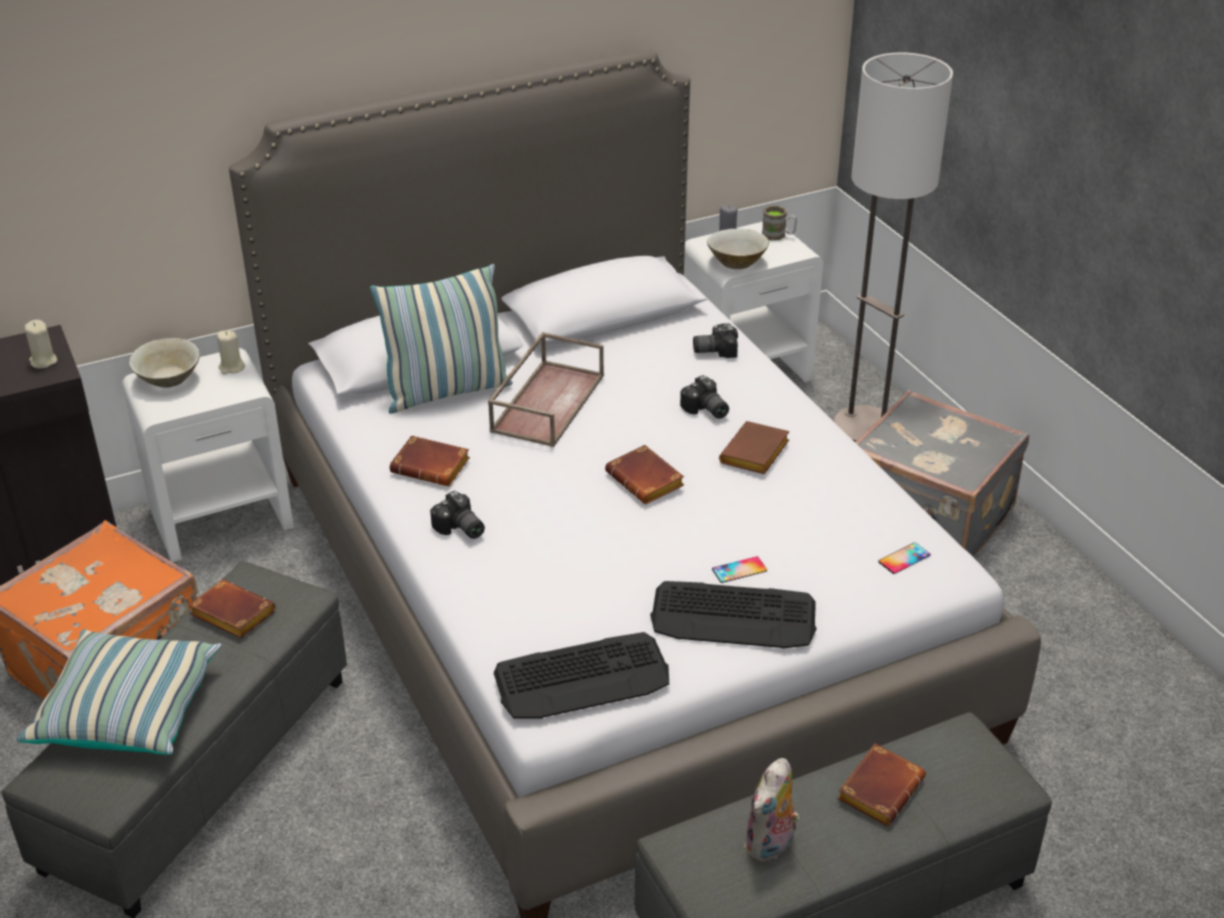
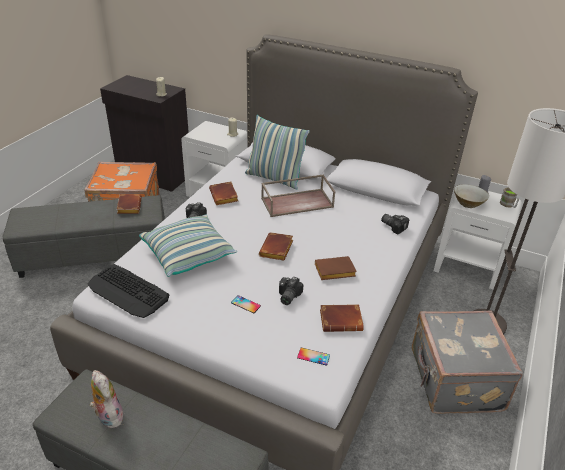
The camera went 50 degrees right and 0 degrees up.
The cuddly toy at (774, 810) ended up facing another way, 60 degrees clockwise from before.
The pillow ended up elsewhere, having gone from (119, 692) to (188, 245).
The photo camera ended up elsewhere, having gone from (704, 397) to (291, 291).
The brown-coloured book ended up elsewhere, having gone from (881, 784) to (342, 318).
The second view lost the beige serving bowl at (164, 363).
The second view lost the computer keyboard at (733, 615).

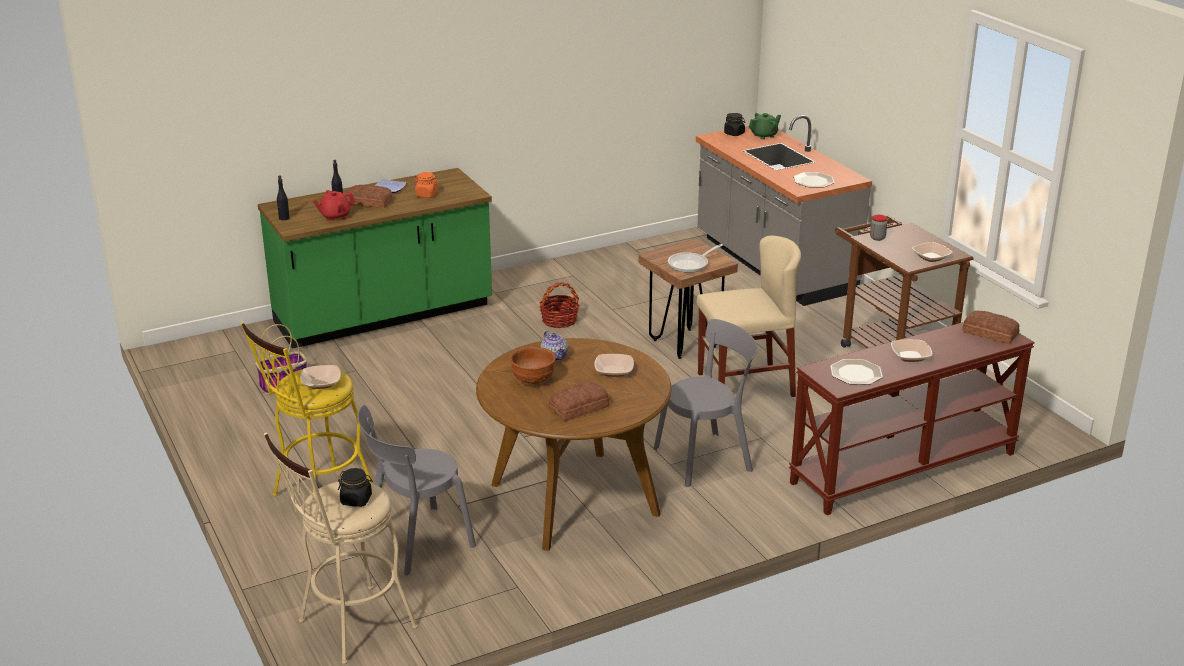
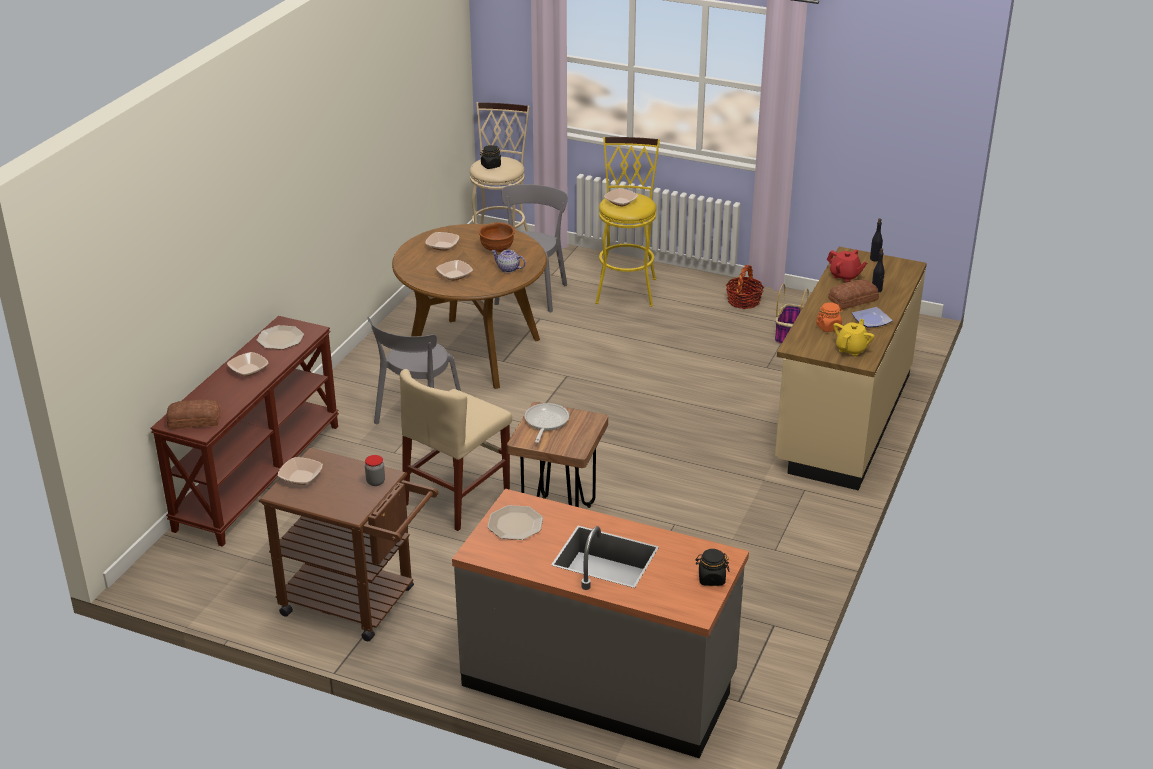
The camera went 140 degrees right and 5 degrees up.
Where the baked bread stood at (579, 401), the serving bowl came to stand at (442, 241).
The storage basket ended up elsewhere, having gone from (559, 305) to (745, 287).
What was the greenish counter at (375, 258) turned into the beige counter at (851, 369).
The red-coloured pot for tea at (334, 205) ended up facing another way, 105 degrees clockwise from before.
The second view gained the yellow pot for tea at (853, 337).
The second view lost the greenish pot for tea at (765, 126).

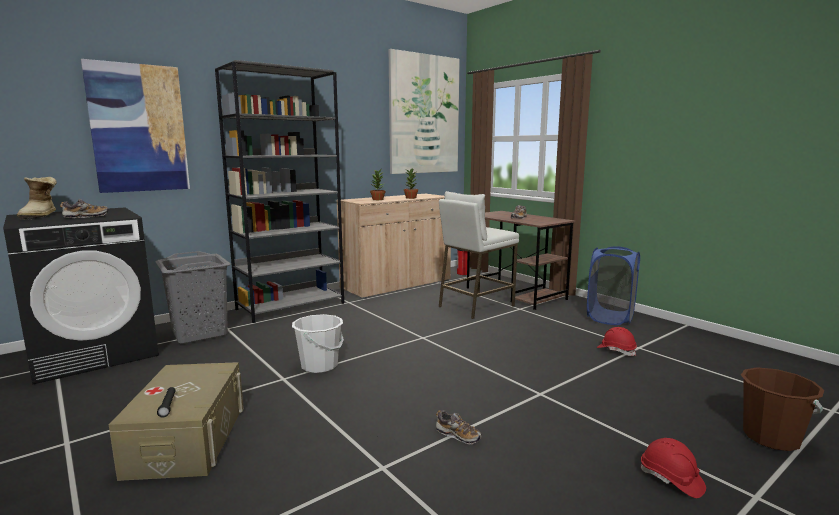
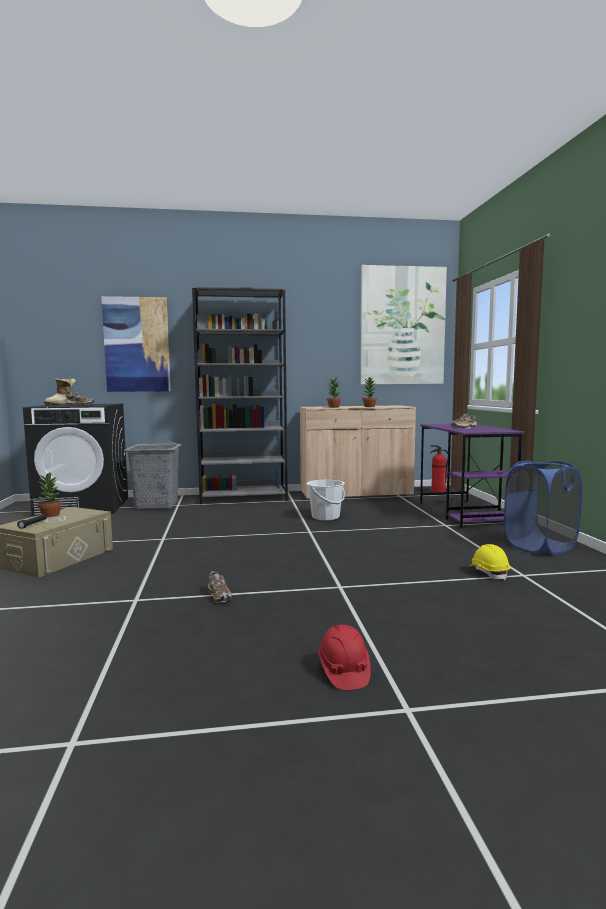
The camera went 30 degrees right and 5 degrees down.
The second view gained the potted plant at (50, 494).
The white-coloured water bucket ended up elsewhere, having gone from (318, 343) to (326, 500).
What was the brown-coloured desk at (521, 260) turned into the purple-coloured desk at (472, 476).
What was the red-coloured hard hat at (617, 341) turned into the yellow hard hat at (489, 562).
The second view lost the white-coloured stool seat at (479, 255).
The second view lost the brown-coloured water bucket at (782, 409).

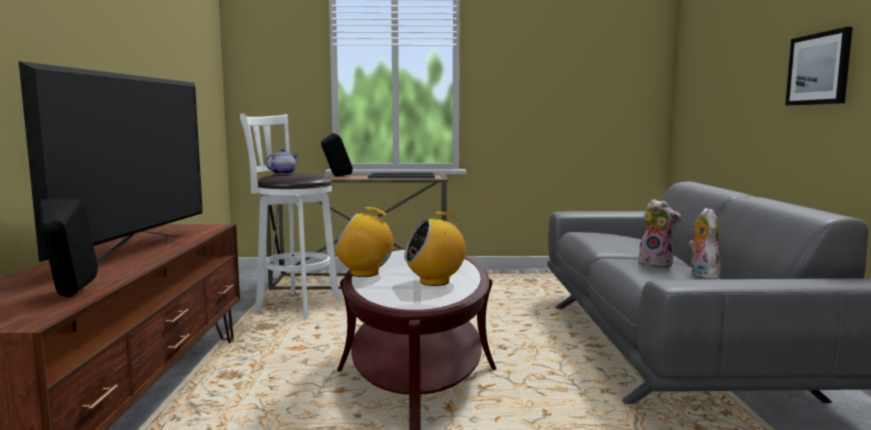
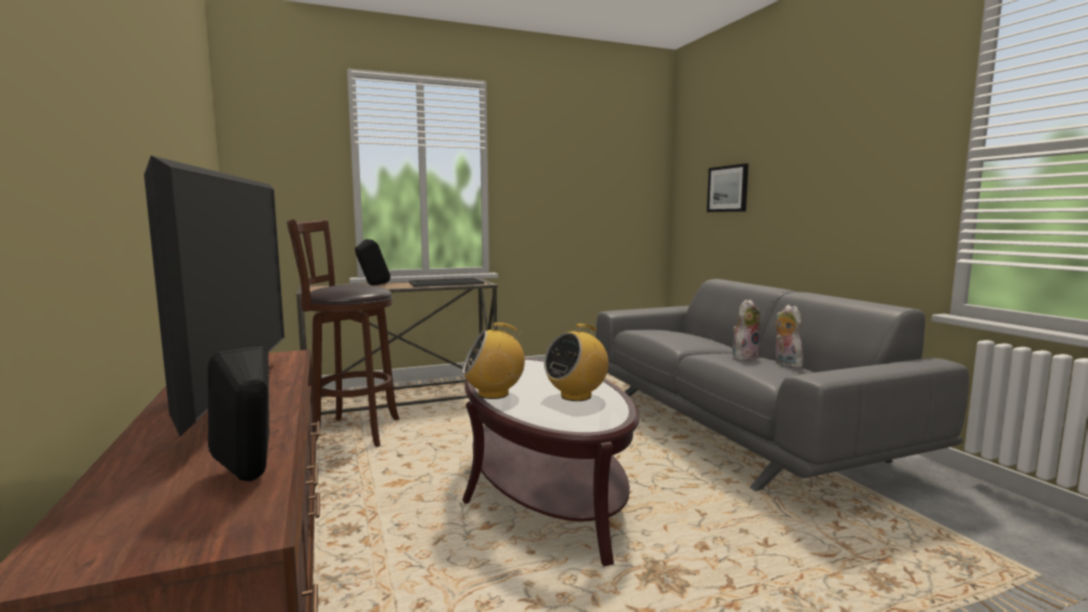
The camera went 20 degrees left and 0 degrees up.
What was the white-coloured stool seat at (291, 216) turned into the brown-coloured stool seat at (343, 333).
The wall art ended up elsewhere, having gone from (819, 66) to (728, 187).
The cuddly toy at (658, 233) ended up facing another way, 60 degrees counterclockwise from before.
The second view lost the pot for tea at (282, 161).

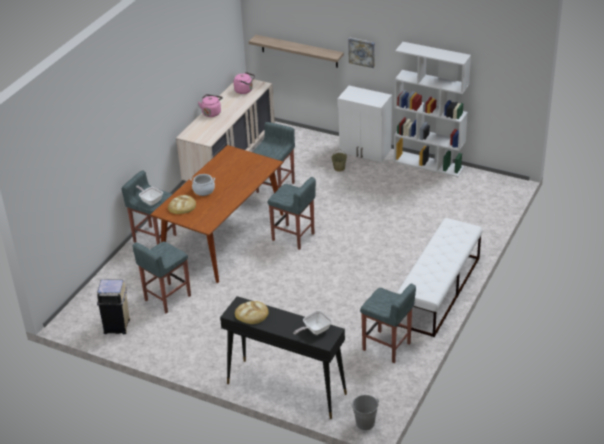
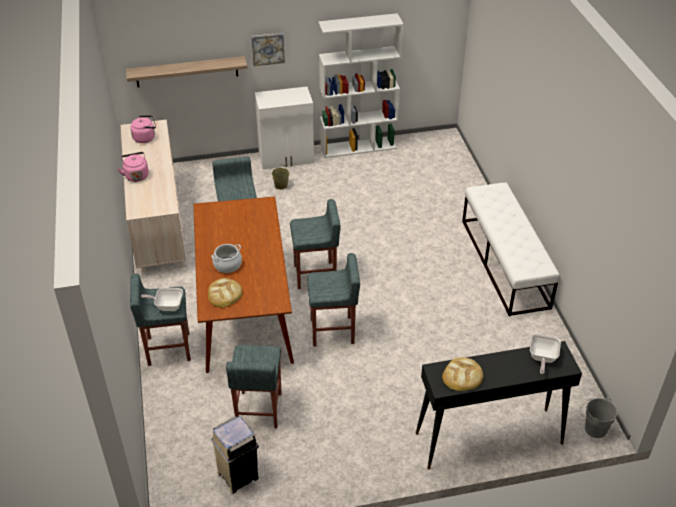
The camera went 40 degrees left and 5 degrees up.
The grey stool seat ended up elsewhere, having gone from (388, 323) to (333, 300).

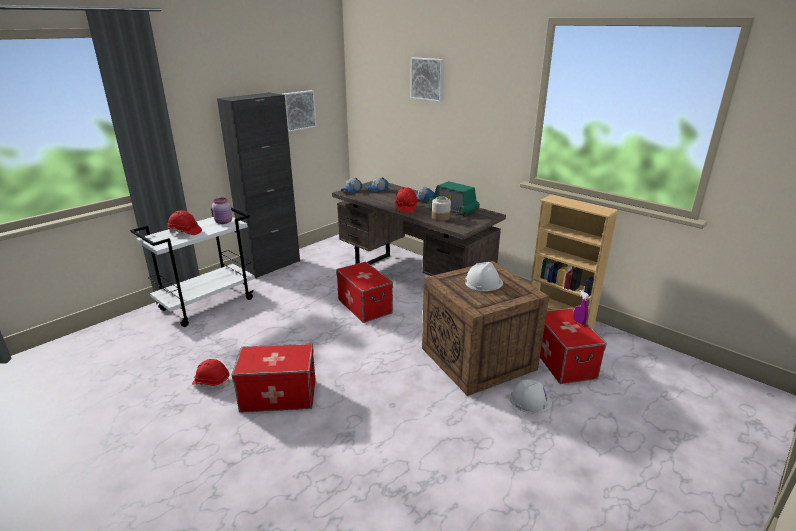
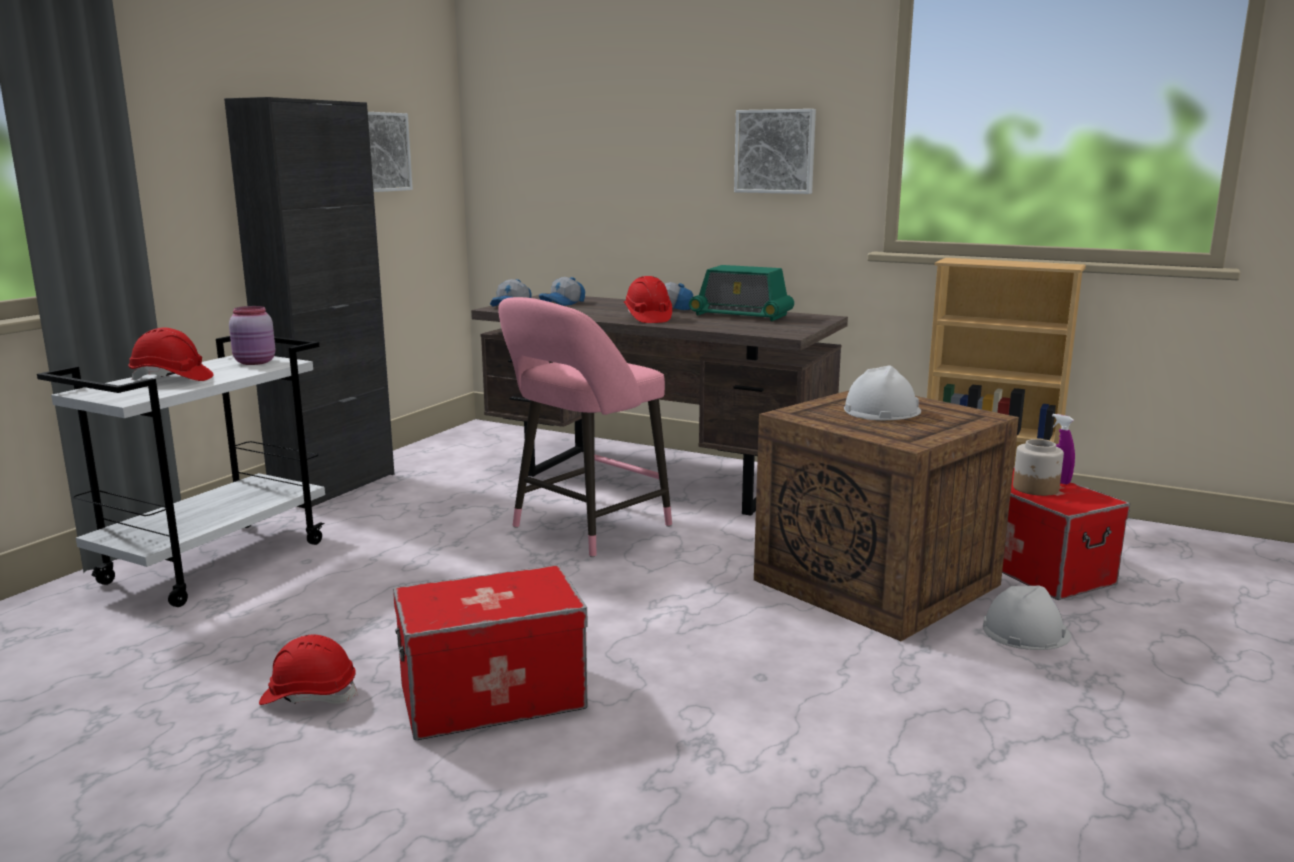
The camera went 15 degrees left and 10 degrees down.
Where the storage container stood at (364, 292), the pink stool seat came to stand at (585, 427).
The wall art ended up elsewhere, having gone from (427, 79) to (775, 151).
The jar ended up elsewhere, having gone from (441, 208) to (1038, 467).

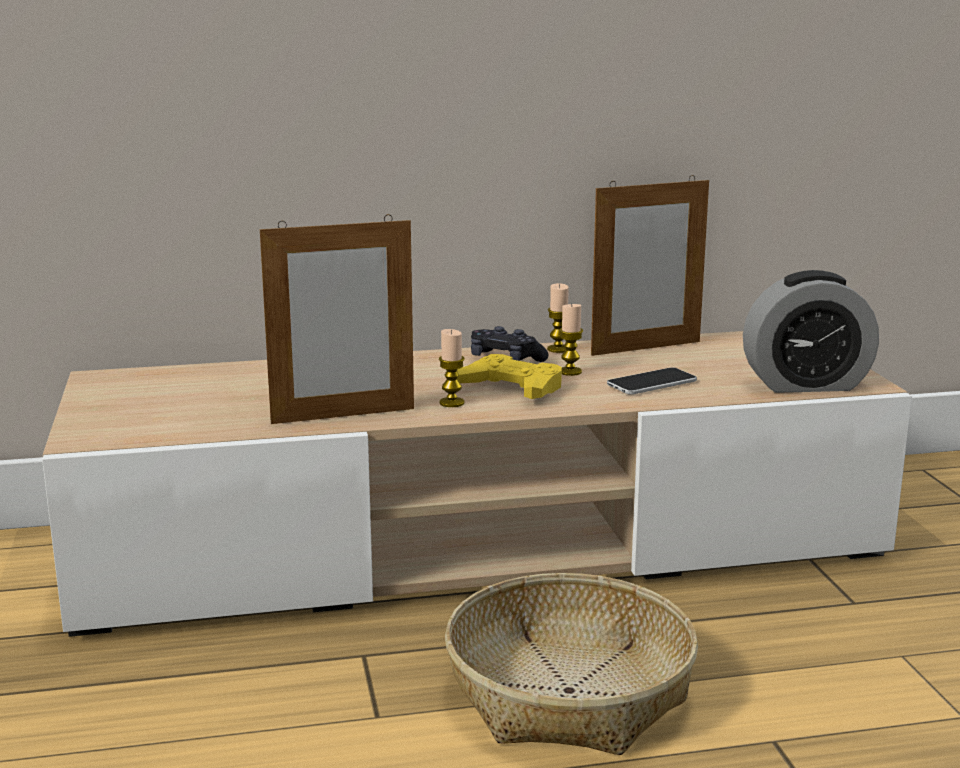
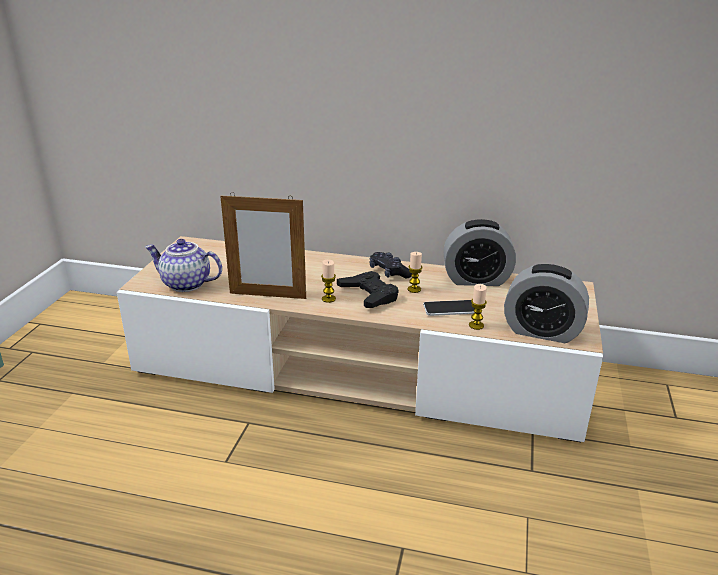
The camera went 25 degrees right and 10 degrees up.
The second view gained the pot for tea at (183, 265).
What was the yellow game controller at (509, 376) turned into the black-coloured game controller at (368, 289).
Where the standing frame stood at (650, 265), the bedside clock came to stand at (479, 252).
The wax candle ended up elsewhere, having gone from (558, 318) to (478, 307).
The second view lost the storage basket at (571, 664).

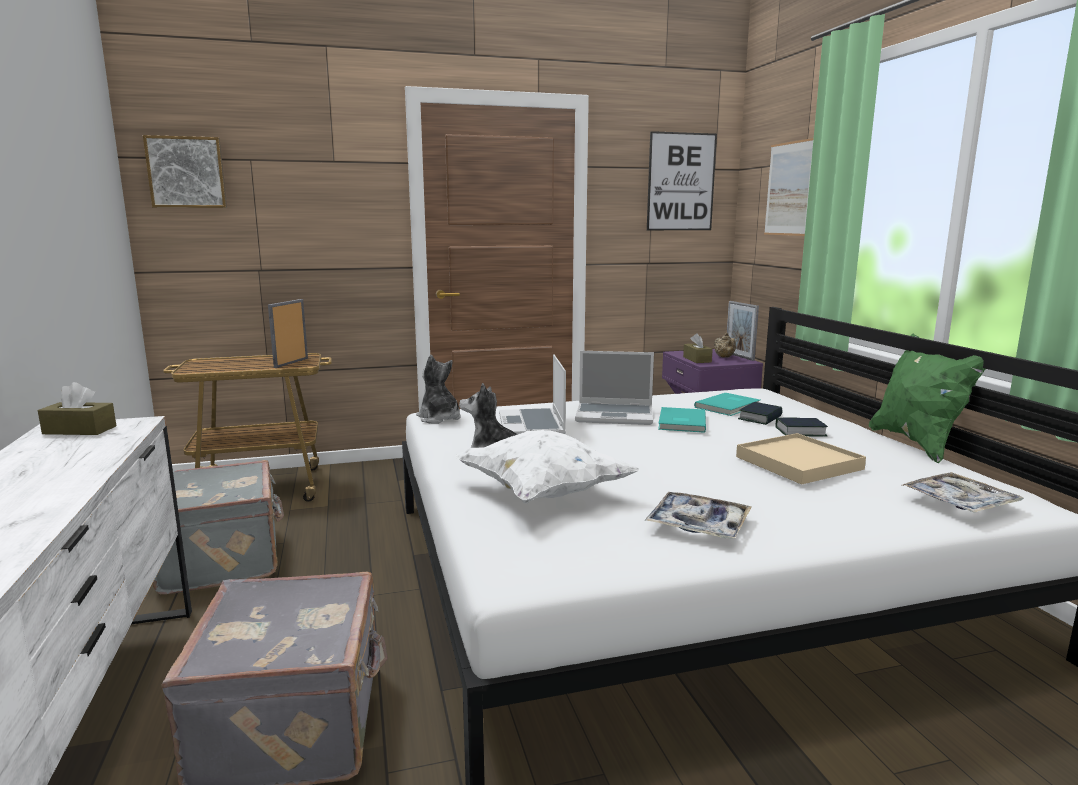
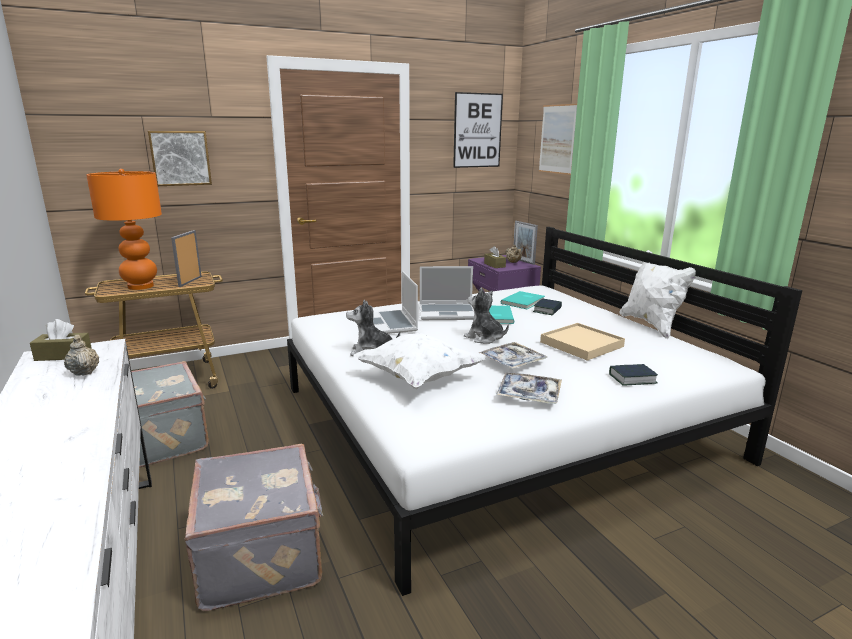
The camera went 10 degrees left and 5 degrees up.
The second view gained the beige pot for tea at (81, 355).
The second view gained the orange-coloured lamp for a table at (124, 229).
The wall art ended up elsewhere, having gone from (185, 171) to (180, 158).
The cuddly toy ended up elsewhere, having gone from (438, 389) to (486, 316).
The carrying tray ended up elsewhere, having gone from (963, 492) to (513, 355).
The book ended up elsewhere, having gone from (802, 427) to (633, 375).
What was the greenish pillow at (930, 398) turned into the white-coloured pillow at (660, 294).

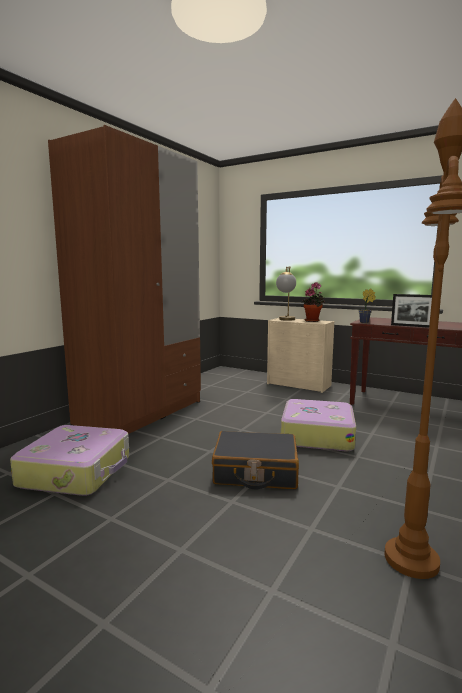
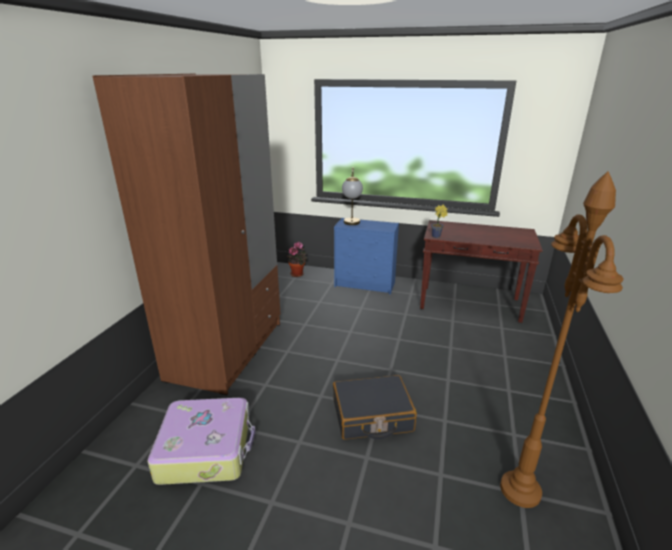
The camera went 15 degrees left and 15 degrees up.
The potted plant ended up elsewhere, having gone from (314, 302) to (297, 259).
What was the beige drawer chest at (300, 355) turned into the bluish drawer chest at (366, 256).
The second view lost the suitcase at (318, 425).
The second view lost the standing frame at (411, 311).

